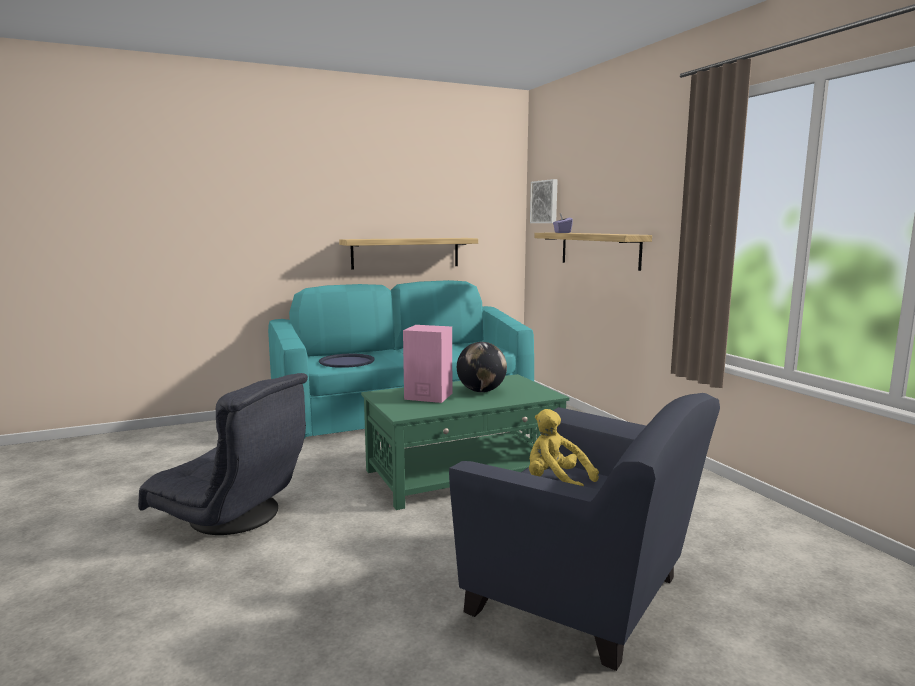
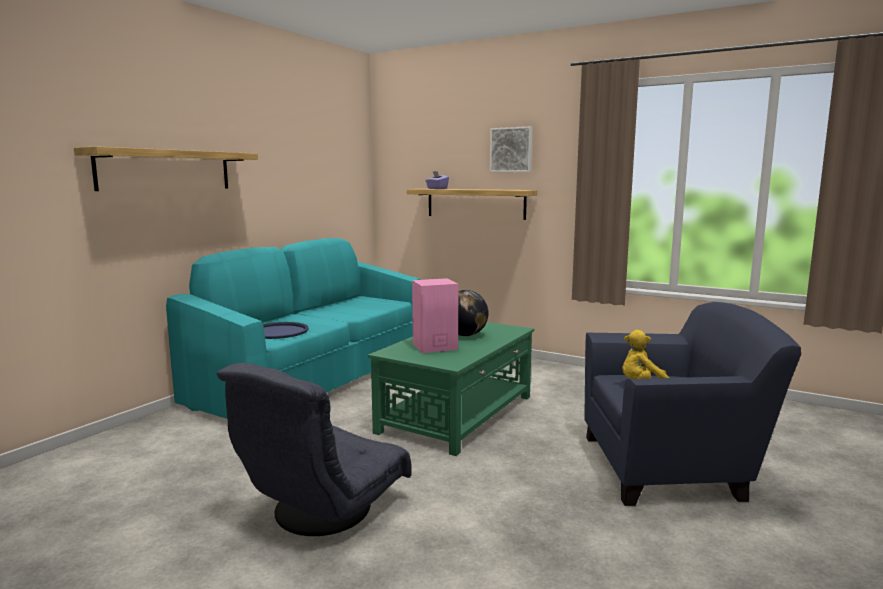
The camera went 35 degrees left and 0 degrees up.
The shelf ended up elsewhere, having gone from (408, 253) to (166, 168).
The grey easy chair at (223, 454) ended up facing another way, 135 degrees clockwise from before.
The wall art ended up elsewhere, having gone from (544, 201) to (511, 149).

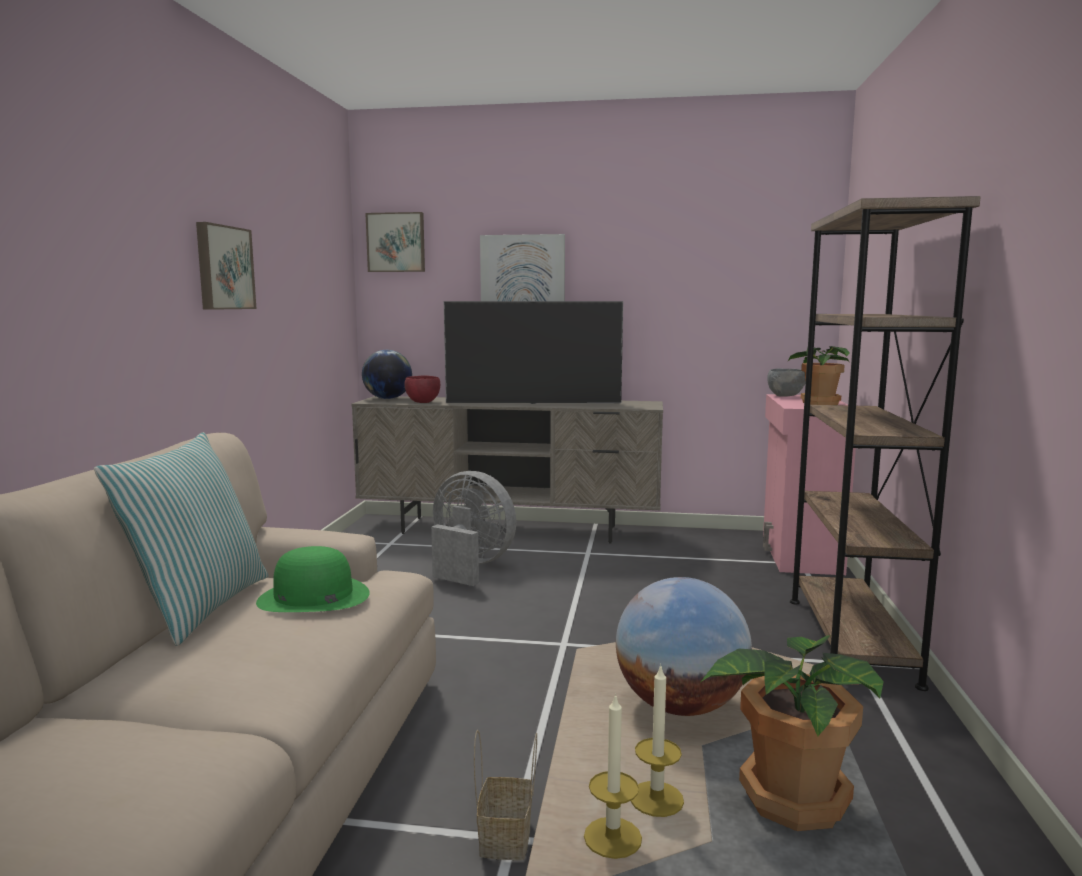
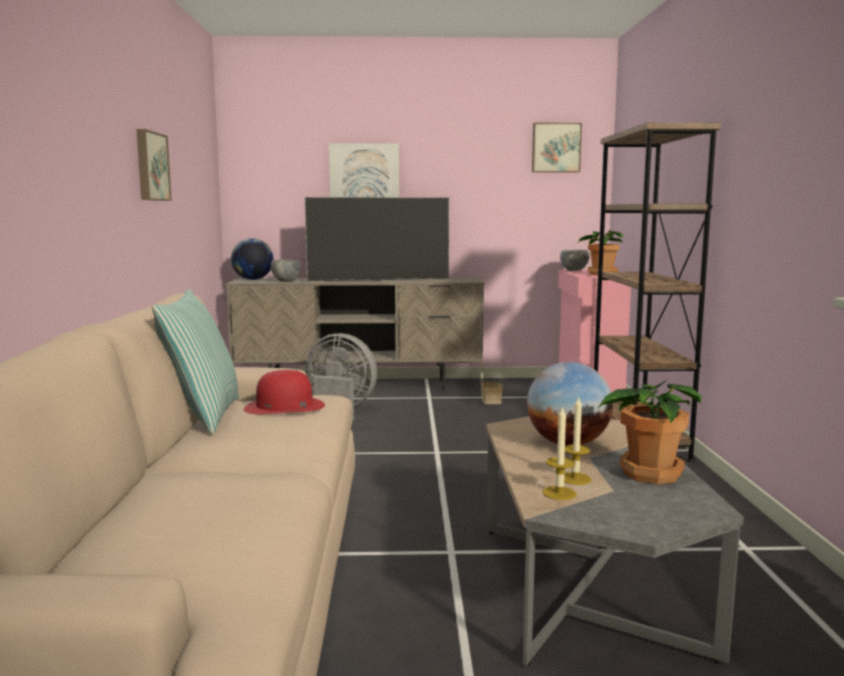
The camera went 10 degrees left and 0 degrees up.
What was the greenish clothing hat at (313, 579) turned into the red-coloured clothing hat at (284, 392).
What was the red-coloured serving bowl at (422, 389) turned into the grey serving bowl at (286, 270).
The storage basket ended up elsewhere, having gone from (505, 795) to (492, 381).
The wall art ended up elsewhere, having gone from (395, 242) to (557, 147).

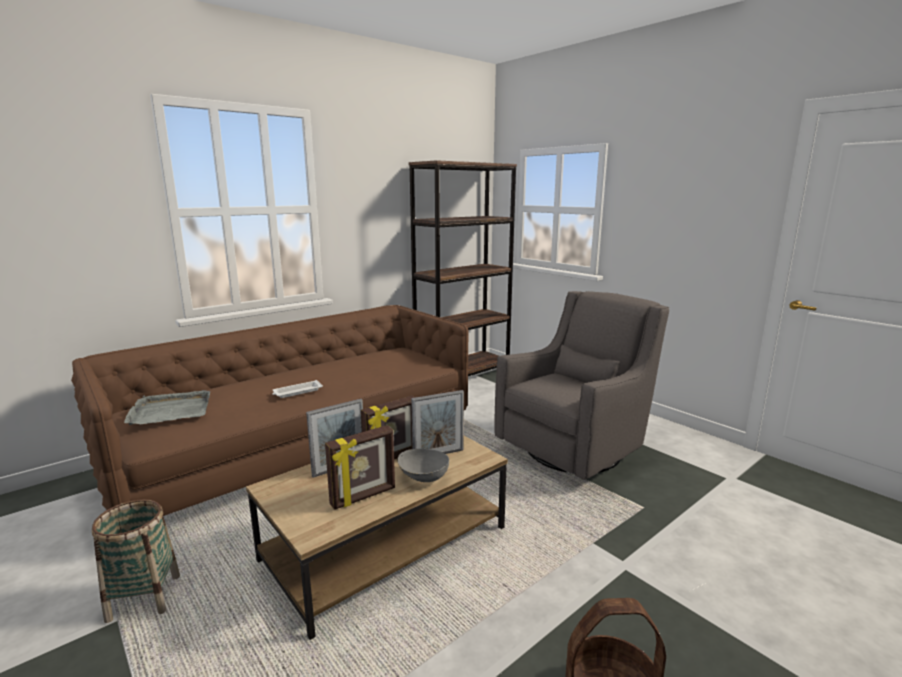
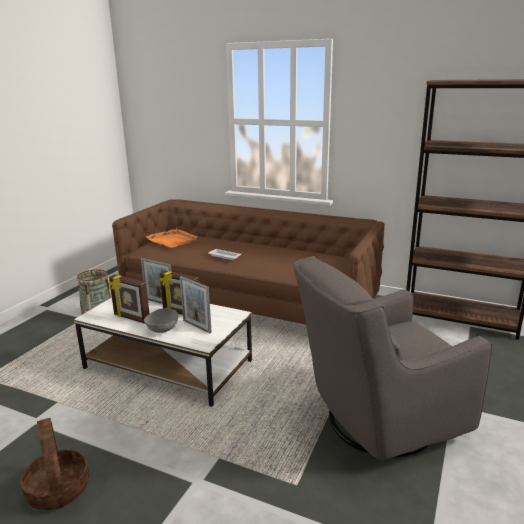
The camera went 65 degrees right and 5 degrees up.
What was the brown-coloured low table at (377, 537) turned into the white-coloured low table at (163, 352).
What was the grey carrying tray at (167, 407) turned into the orange-coloured carrying tray at (171, 238).
The grey easy chair at (581, 385) ended up facing another way, 135 degrees clockwise from before.

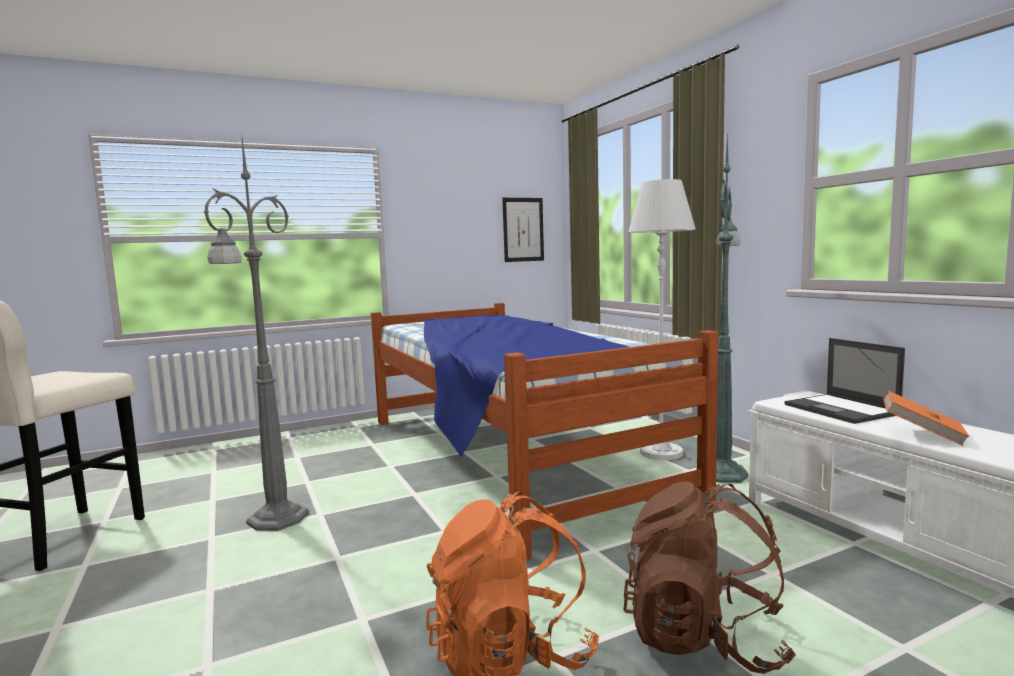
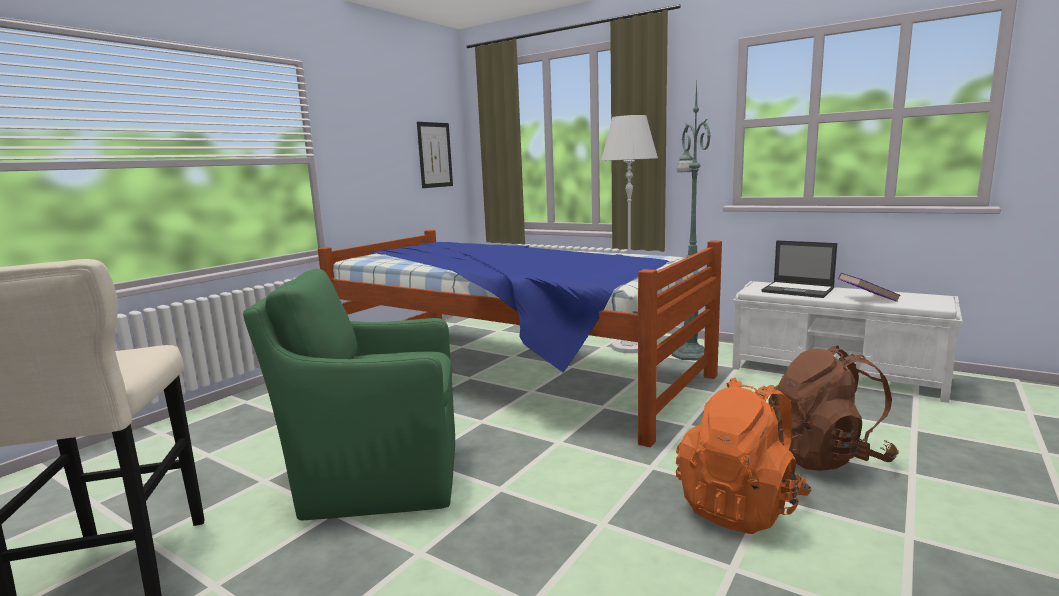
The camera went 30 degrees left and 5 degrees up.
Where the grey floor lamp stood at (256, 331), the greenish easy chair came to stand at (349, 394).
What was the orange-coloured book at (926, 418) turned into the purple-coloured book at (869, 287).

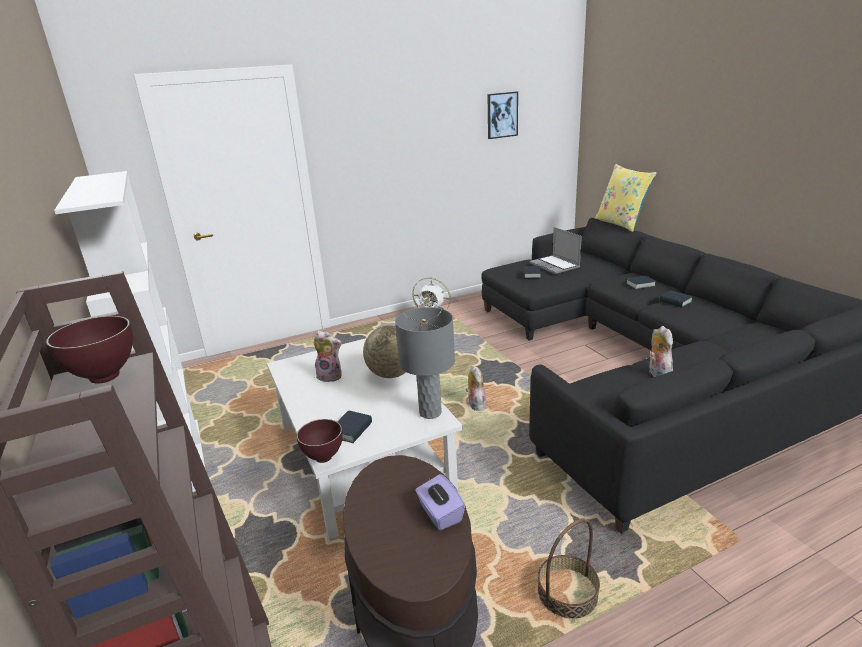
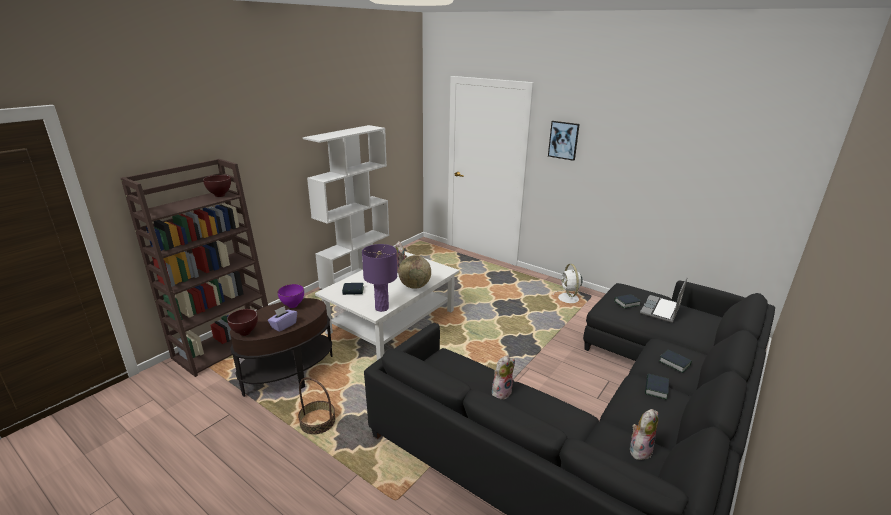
The camera went 60 degrees right and 0 degrees up.
The brown-coloured serving bowl ended up elsewhere, having gone from (320, 441) to (242, 322).
The second view gained the purple-coloured serving bowl at (291, 296).
What was the grey lamp for a table at (425, 363) turned into the purple-coloured lamp for a table at (379, 278).
The wall art ended up elsewhere, having gone from (502, 115) to (564, 141).
The cuddly toy ended up elsewhere, having gone from (476, 388) to (644, 434).
The second view lost the yellow pillow at (626, 198).

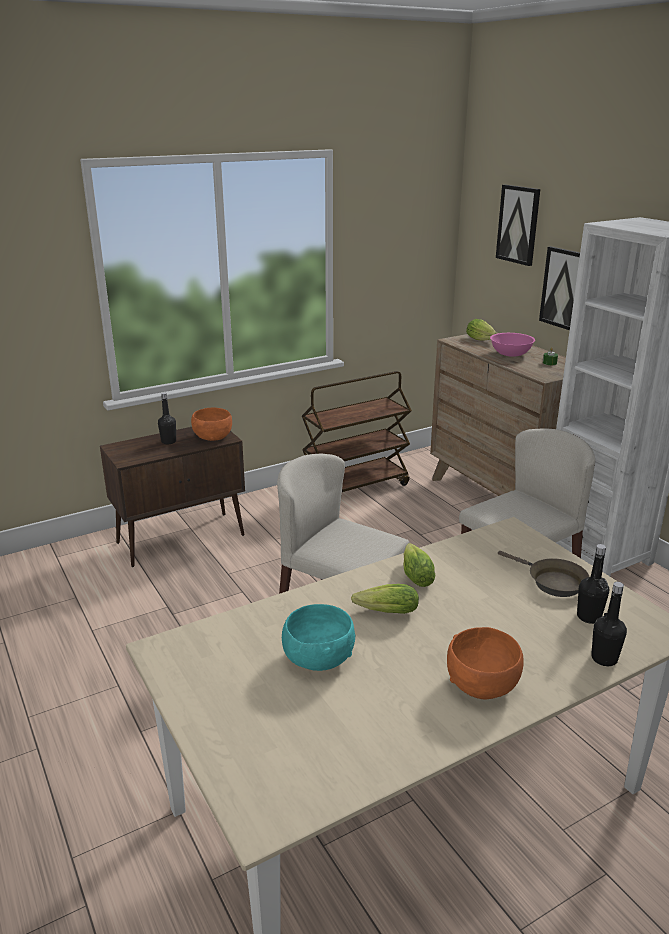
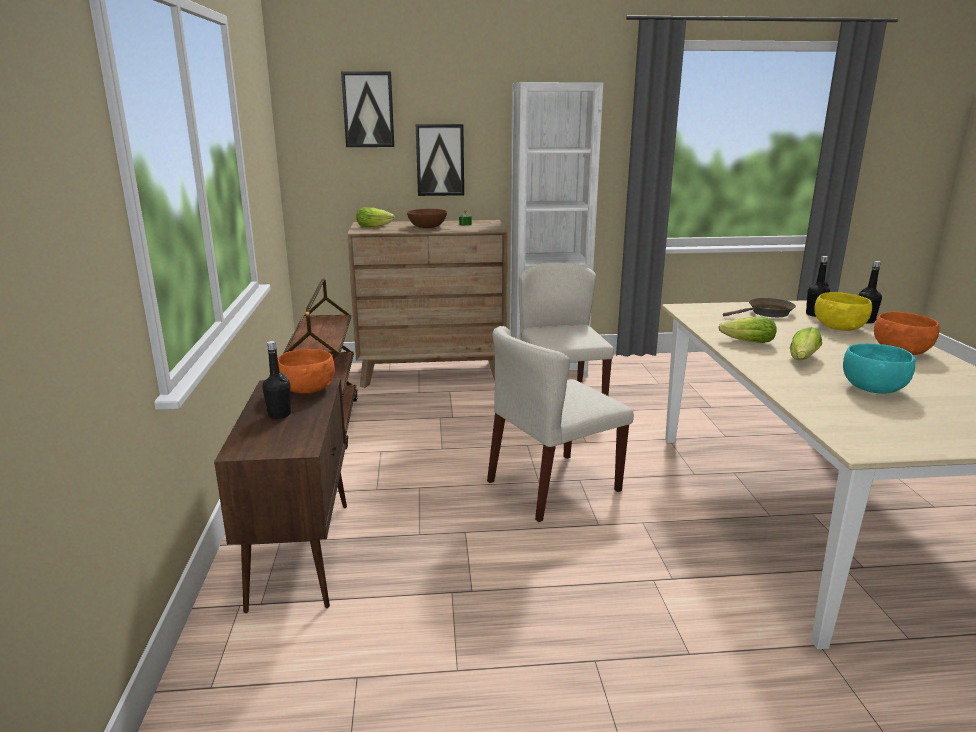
The camera went 65 degrees left and 5 degrees down.
What was the pink serving bowl at (512, 345) turned into the brown-coloured serving bowl at (427, 218).
The second view gained the yellow serving bowl at (843, 311).

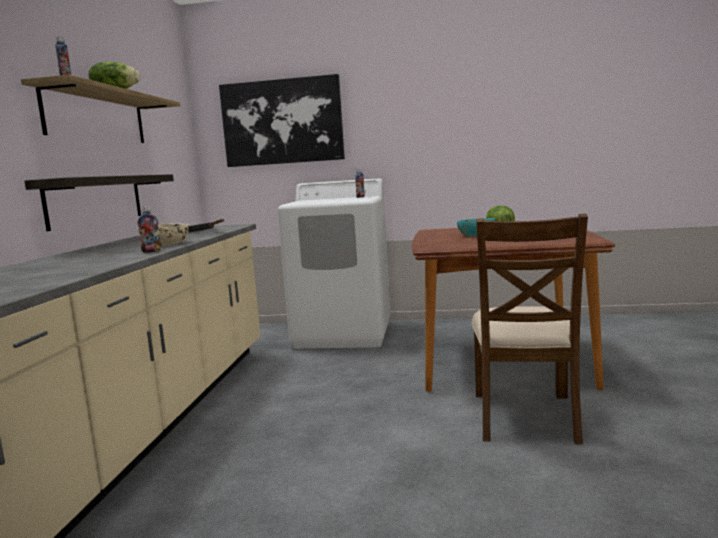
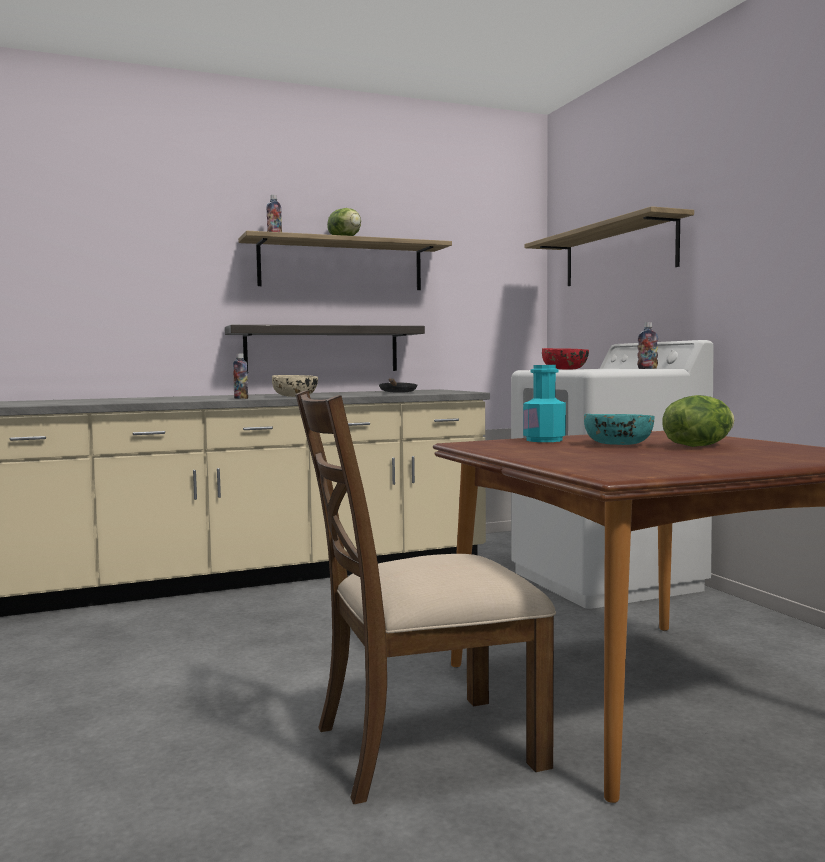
The camera went 60 degrees right and 5 degrees down.
The second view gained the blue-green drink bottle at (544, 403).
Where the wall art hung at (282, 120), the shelf came to hang at (609, 246).
The second view gained the red-coloured serving bowl at (565, 358).

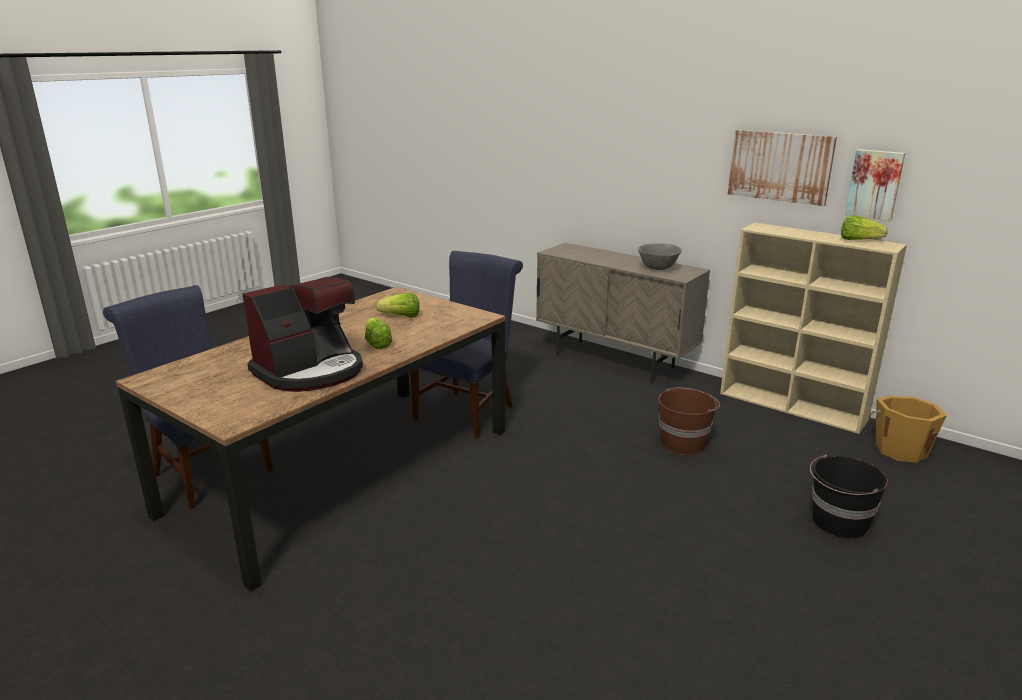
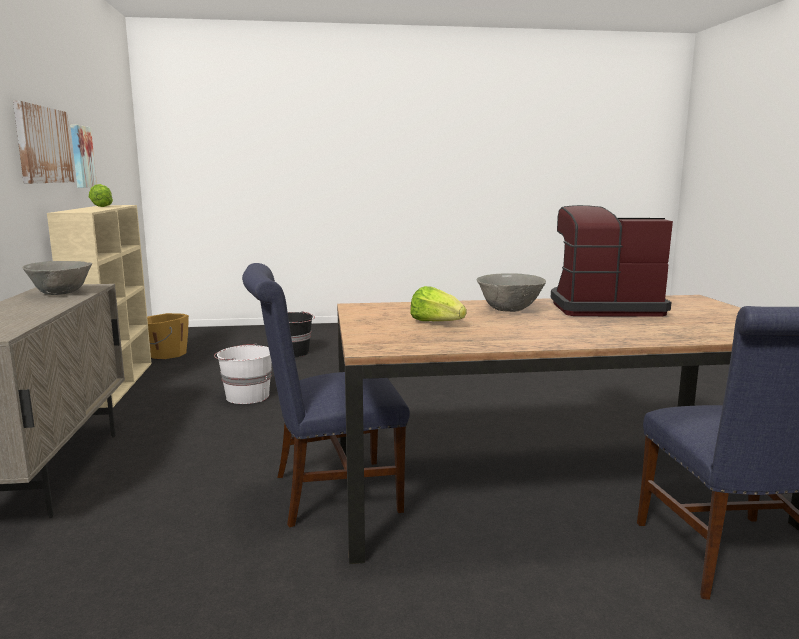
The camera went 135 degrees left and 10 degrees down.
What was the brown-coloured water bucket at (689, 421) turned into the white-coloured water bucket at (243, 373).
Where the lettuce head stood at (378, 333), the grey serving bowl came to stand at (511, 292).

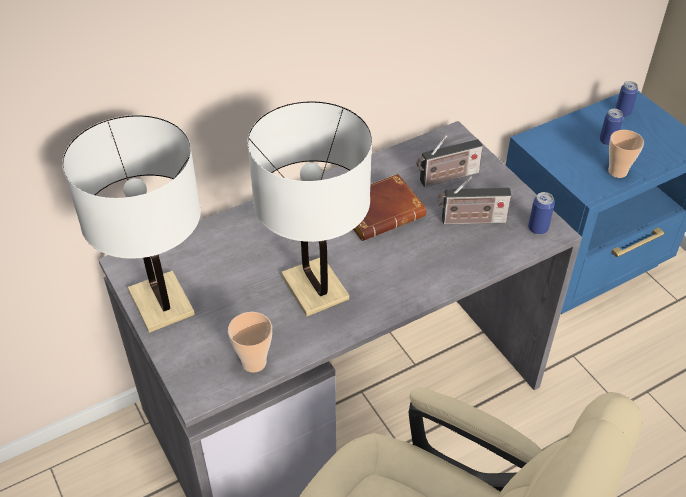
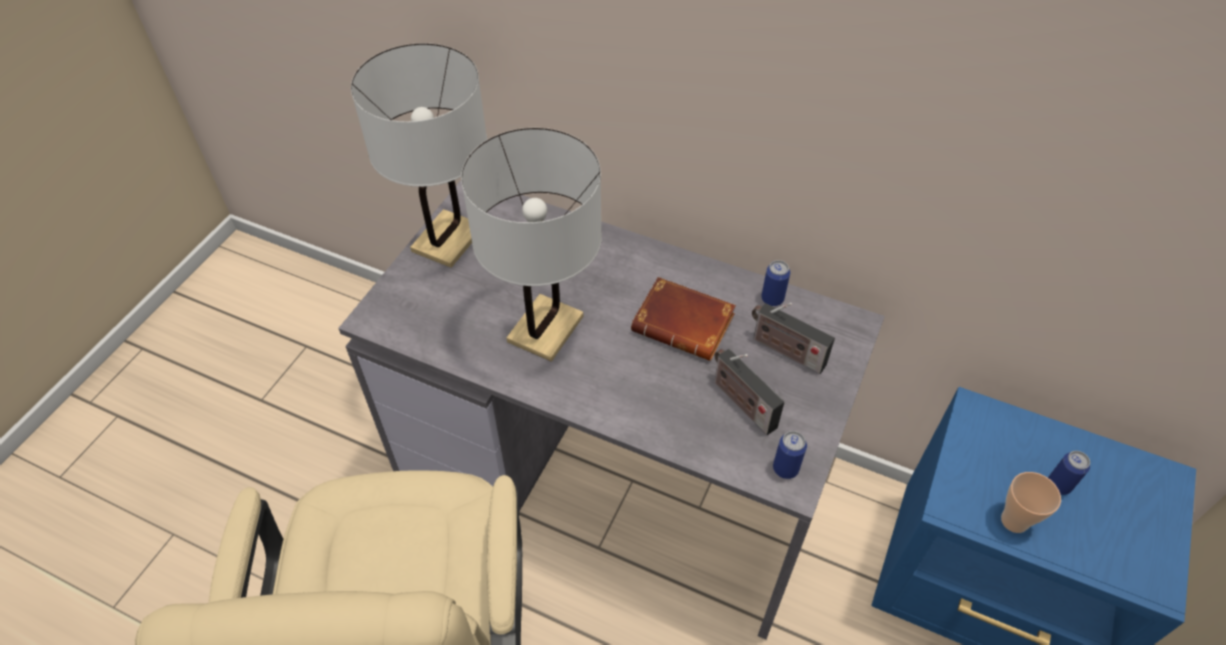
The camera went 55 degrees right and 5 degrees up.
The can ended up elsewhere, having gone from (626, 99) to (775, 283).
The second view lost the cup at (250, 342).

